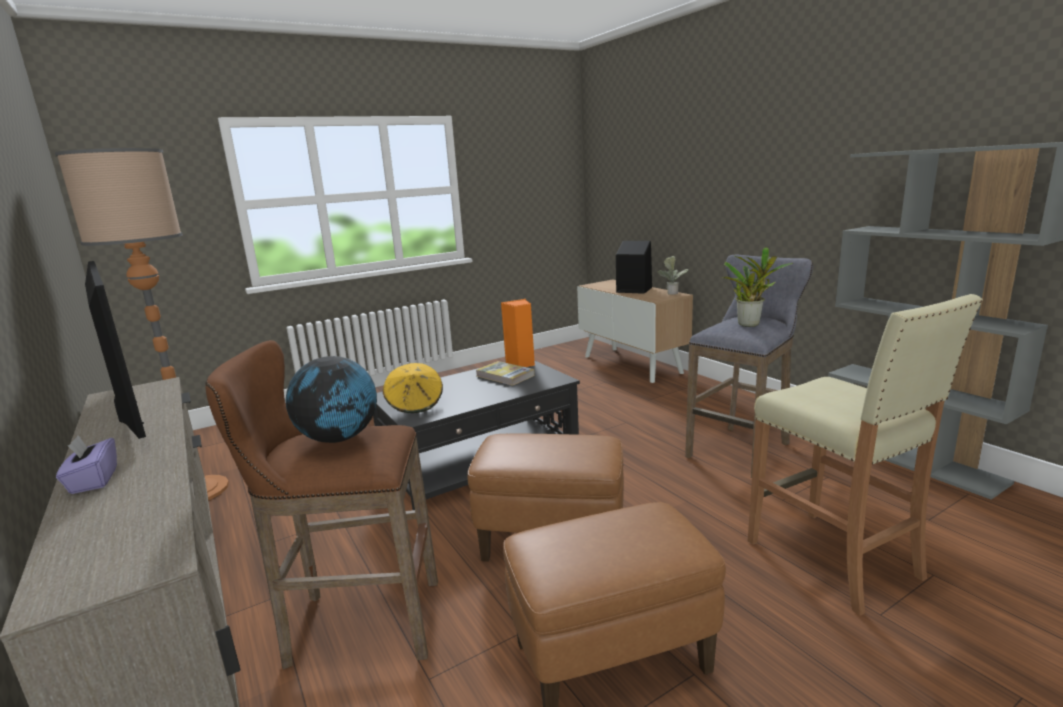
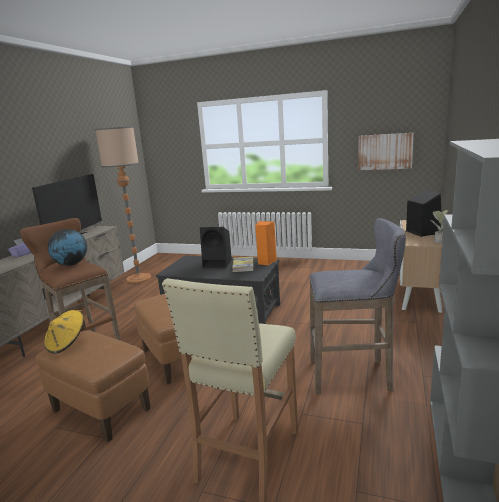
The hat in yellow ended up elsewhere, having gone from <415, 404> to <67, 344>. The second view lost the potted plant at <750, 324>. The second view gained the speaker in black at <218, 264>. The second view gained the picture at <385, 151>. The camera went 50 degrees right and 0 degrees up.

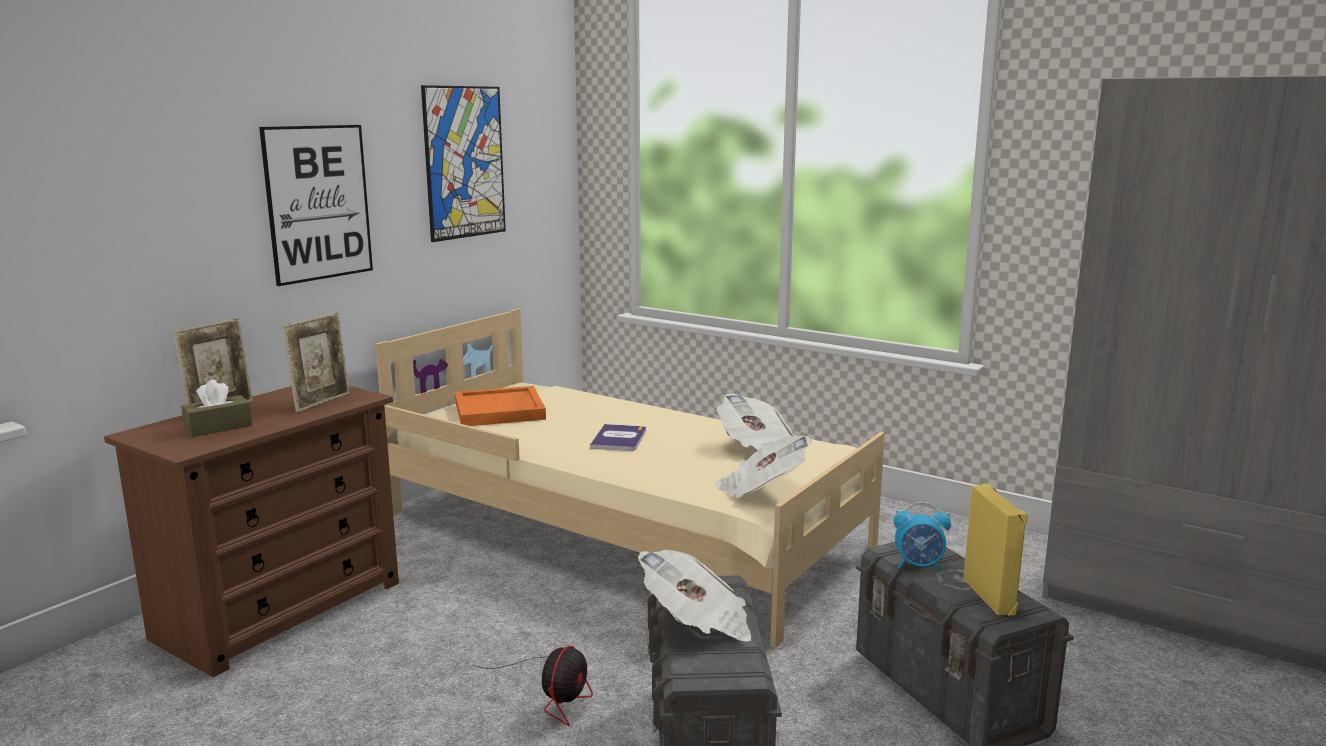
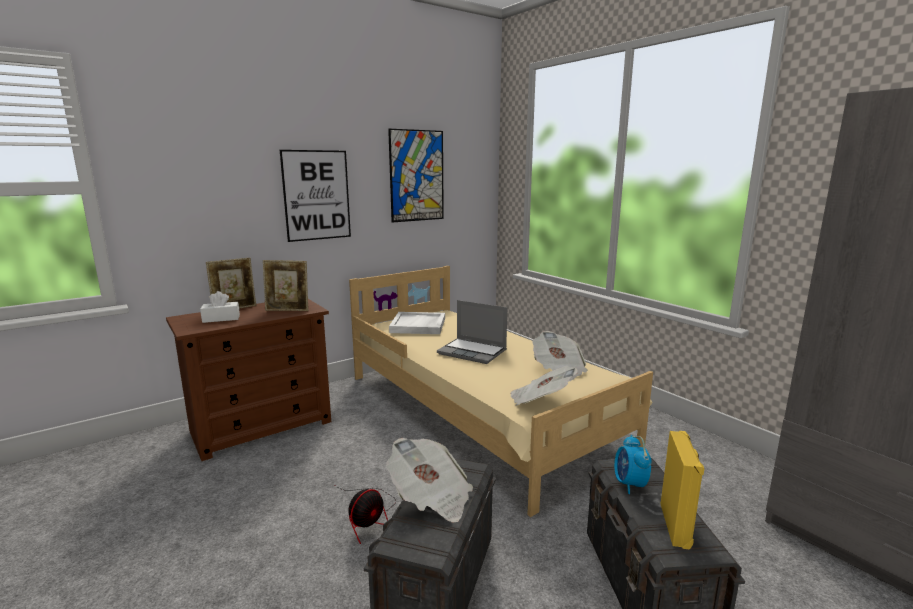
What was the tissue box in brown at <218, 427> turned into the tissue box in white at <221, 318>. The picture frame at <321, 402> ended up facing another way, 45 degrees clockwise from before. What was the tray in orange at <500, 410> turned into the tray in white at <418, 325>. Where the book stood at <619, 439>, the laptop came to stand at <473, 352>. The alarm clock at <919, 566> ended up facing another way, 60 degrees clockwise from before. The camera went 20 degrees right and 0 degrees up.

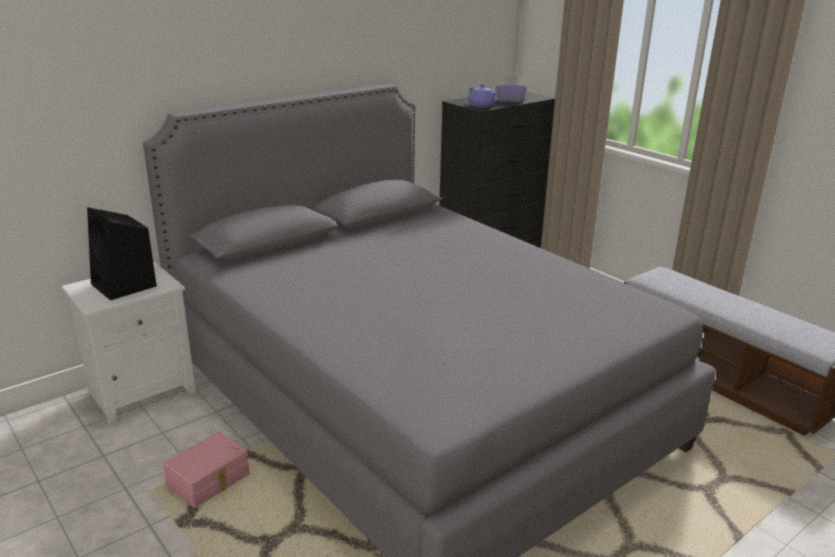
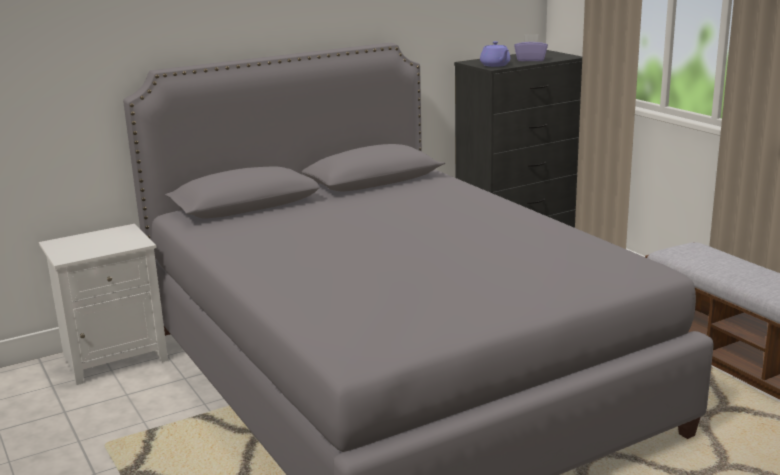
The second view lost the speaker in black at <125, 285>. The second view lost the storage box in pink at <210, 481>. The camera went 10 degrees right and 5 degrees down.

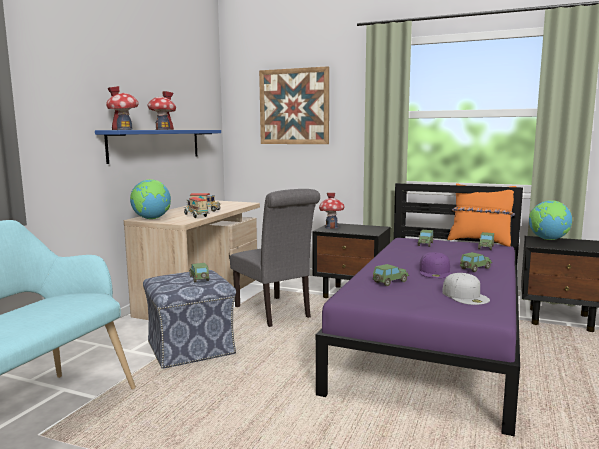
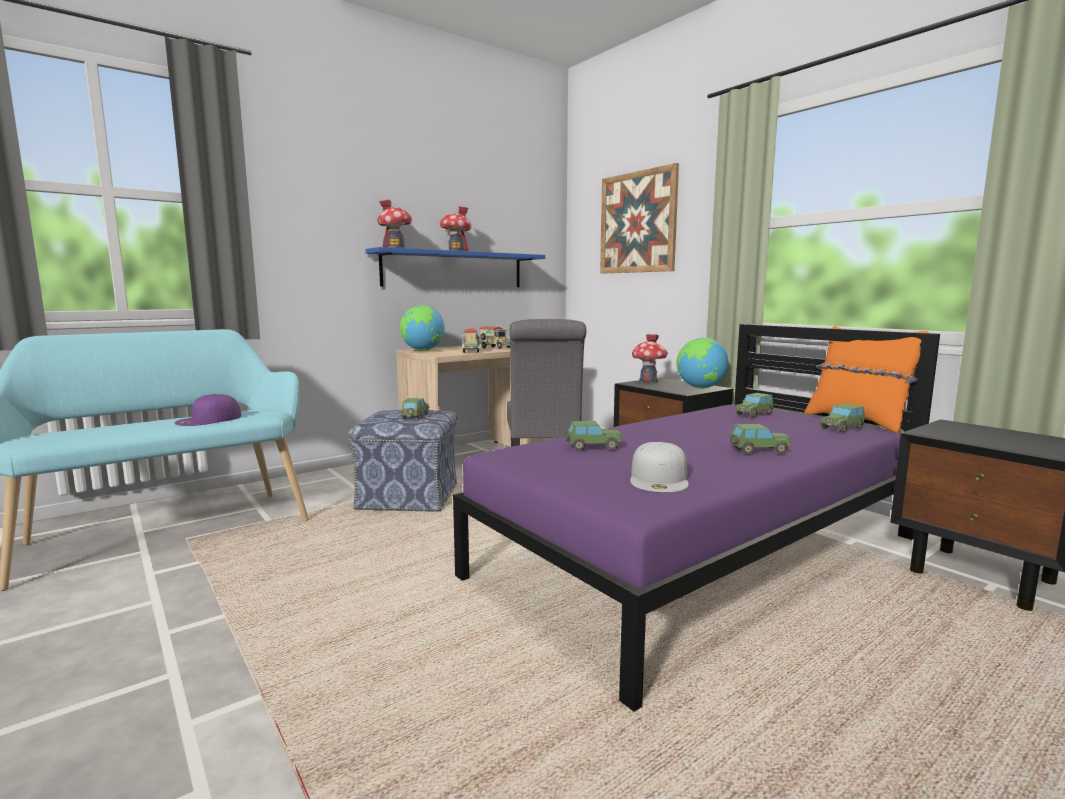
The cap in purple ended up elsewhere, having gone from <435, 272> to <208, 419>. The globe ended up elsewhere, having gone from <548, 239> to <700, 388>. The camera went 30 degrees right and 0 degrees up.

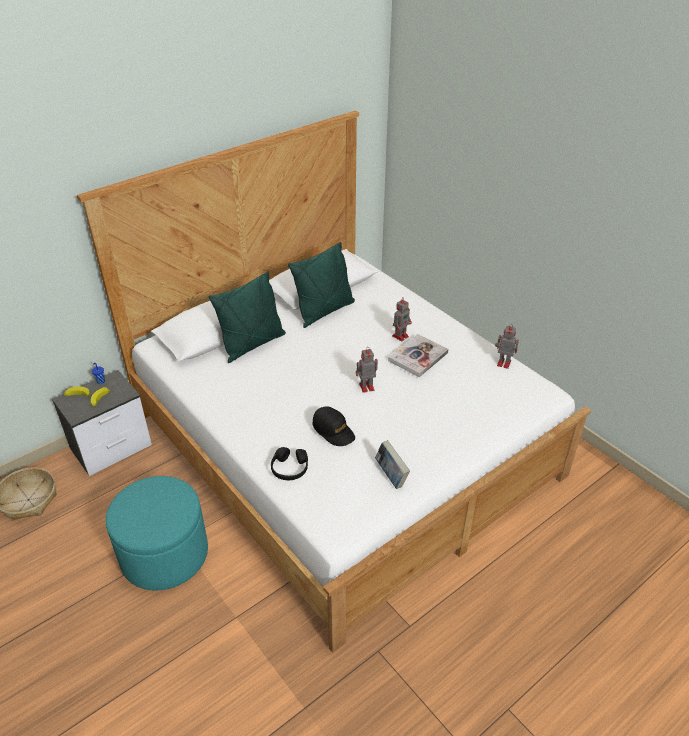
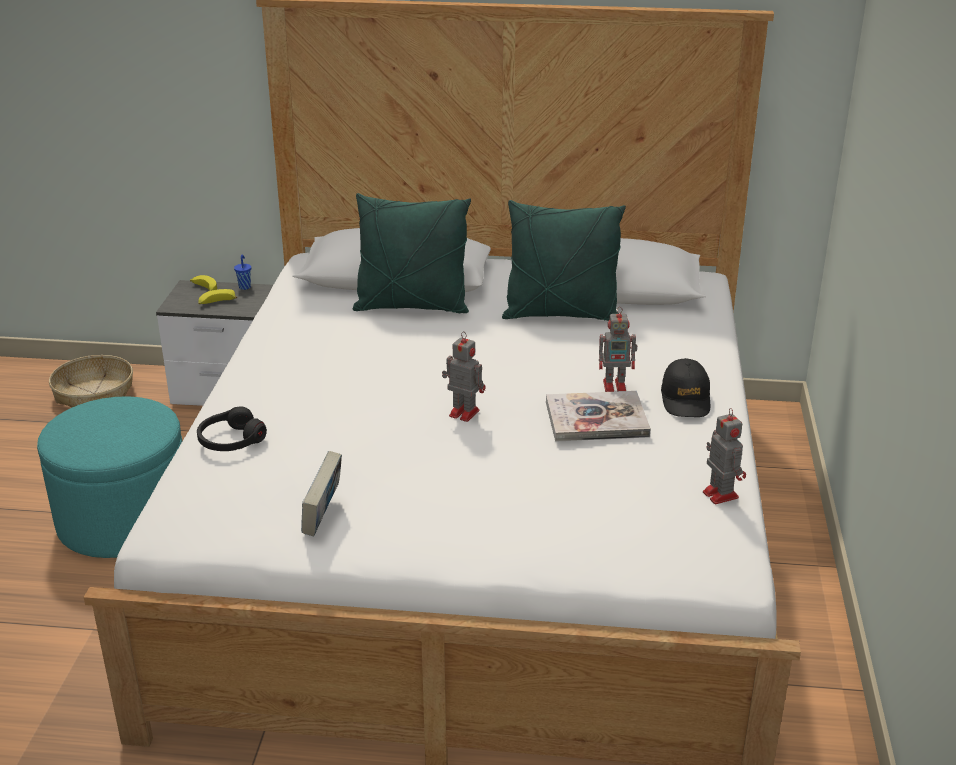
The cap in black ended up elsewhere, having gone from <333, 430> to <686, 399>. The camera went 45 degrees right and 10 degrees down.

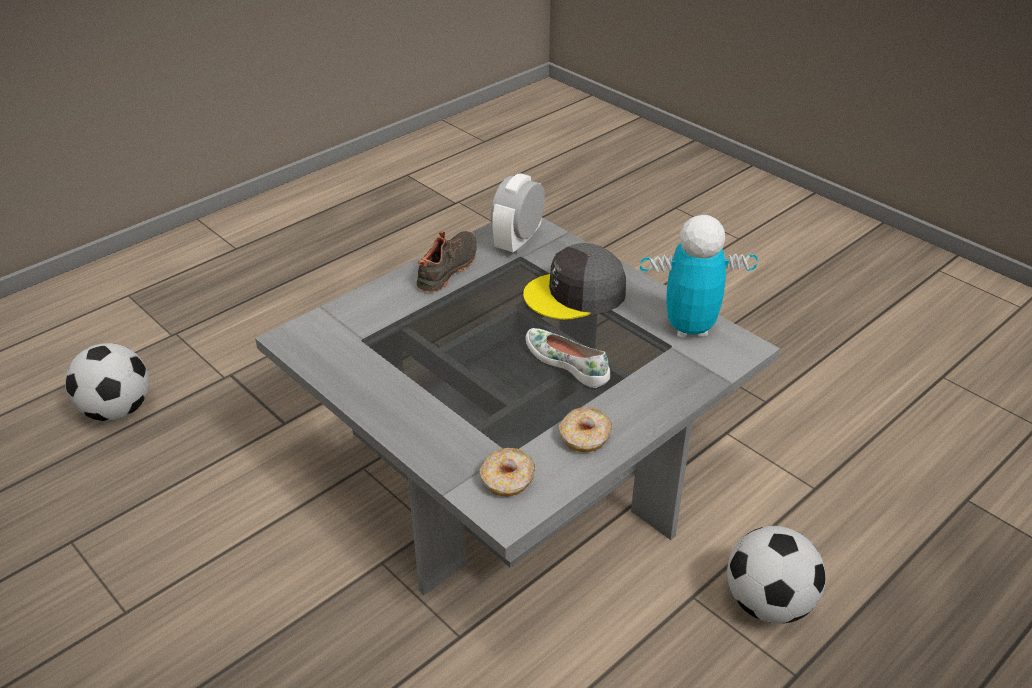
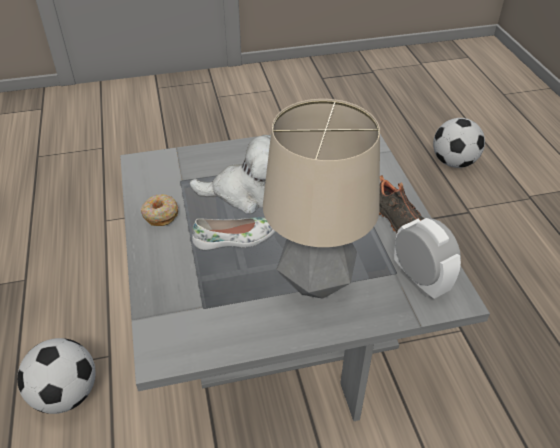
The second view lost the donut at <507, 480>. Where the cap in grey stood at <576, 294>, the table lamp came to stand at <315, 282>. The second view lost the toy robot at <689, 329>. The second view gained the plush toy at <245, 193>. The camera went 120 degrees right and 5 degrees up.

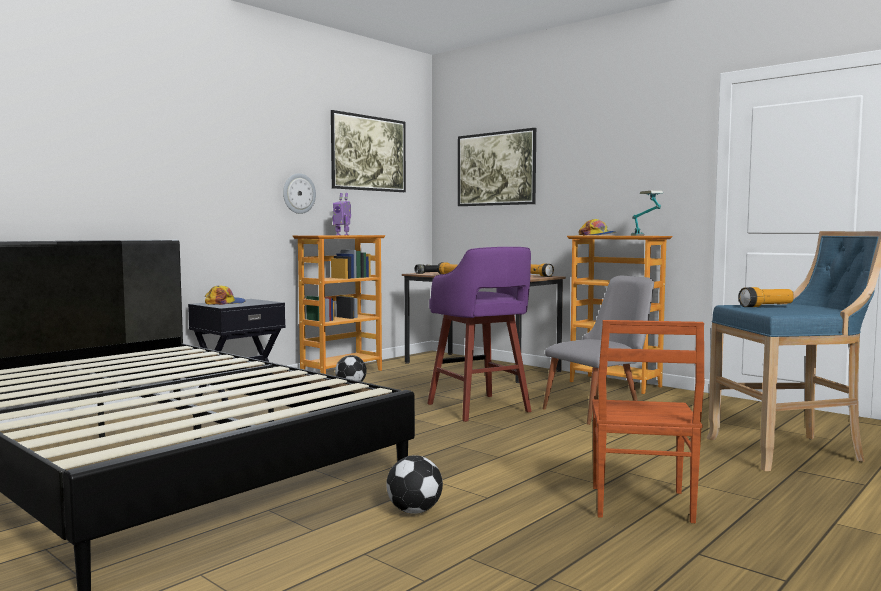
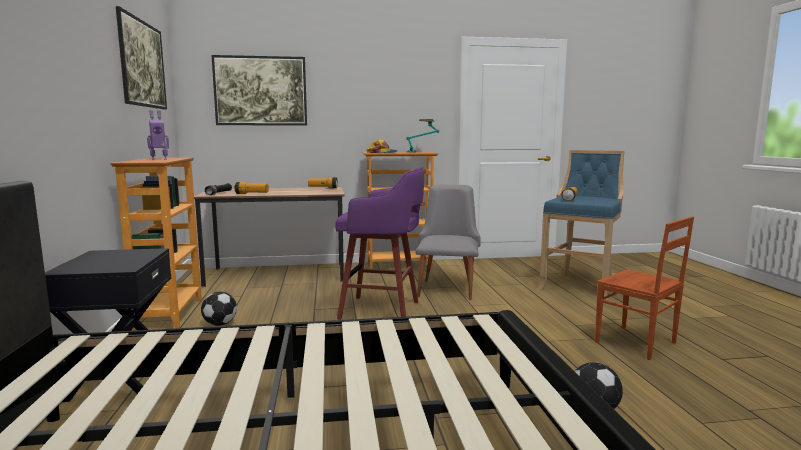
The second view lost the cap at <225, 303>. The second view lost the wall clock at <298, 193>. The camera went 50 degrees left and 5 degrees up.

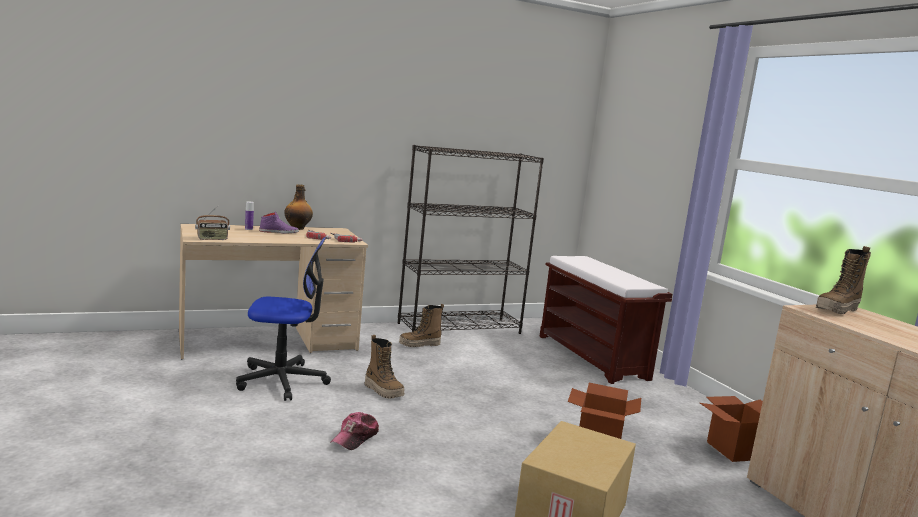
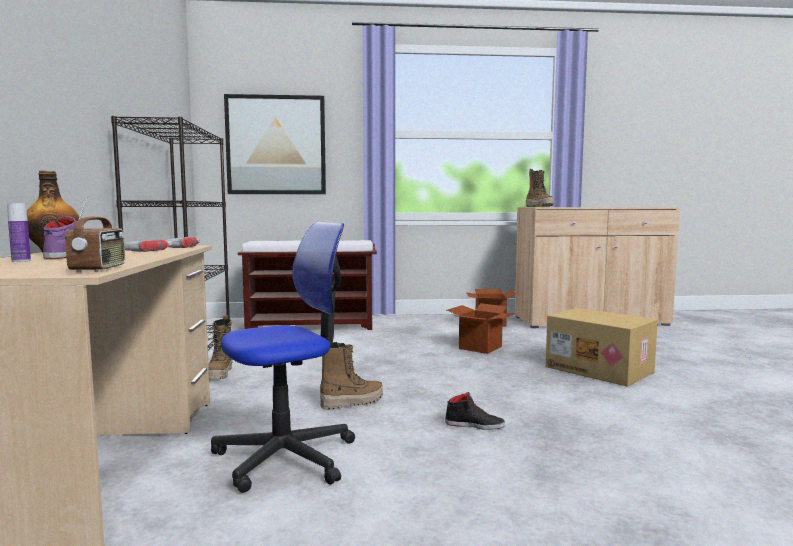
The office chair at <282, 381> ended up facing another way, 45 degrees clockwise from before. Where the cap stood at <355, 437>, the shoe in black came to stand at <474, 425>. The second view gained the picture at <276, 145>. The camera went 70 degrees left and 5 degrees down.

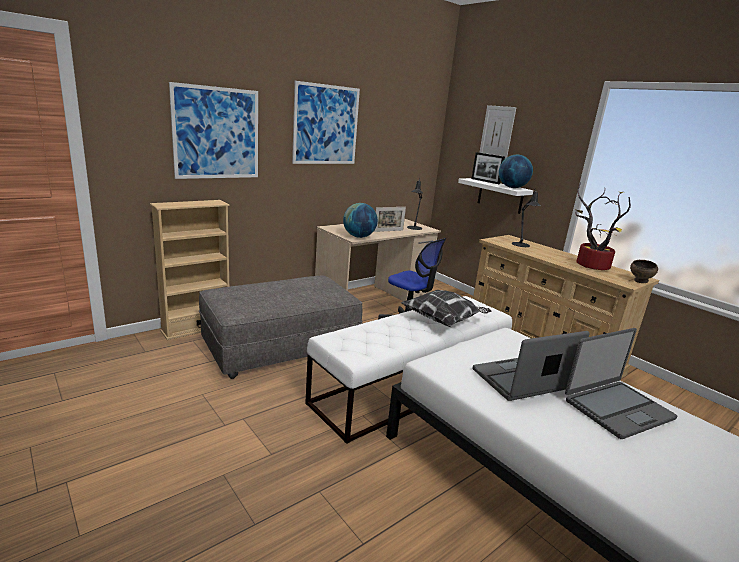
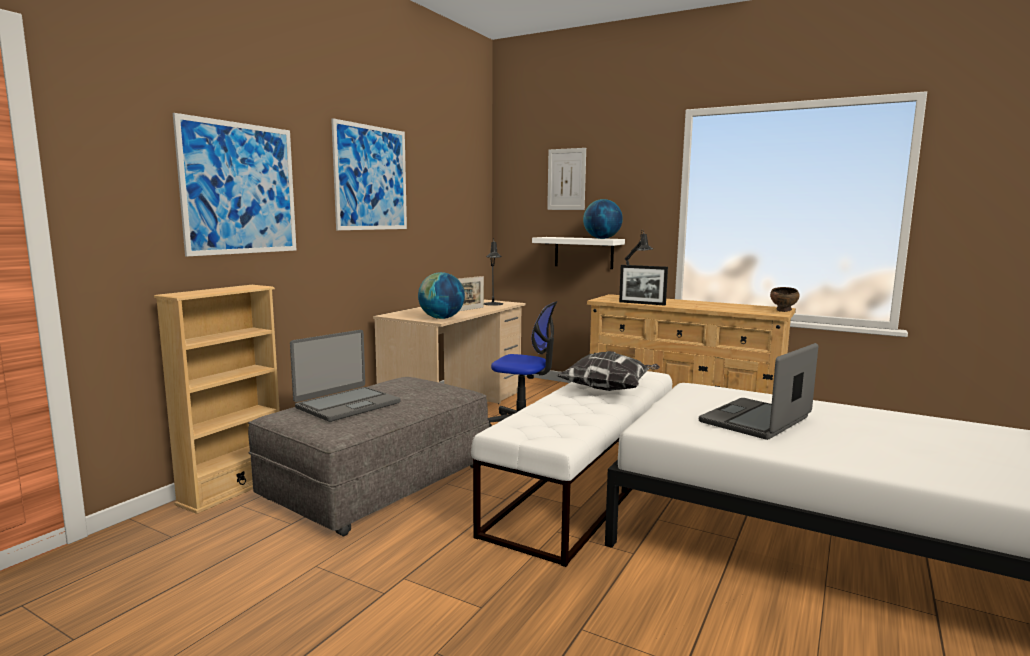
The picture frame ended up elsewhere, having gone from <485, 181> to <642, 303>. The laptop ended up elsewhere, having gone from <617, 408> to <347, 405>. The second view lost the potted plant at <589, 265>. The camera went 20 degrees left and 10 degrees down.

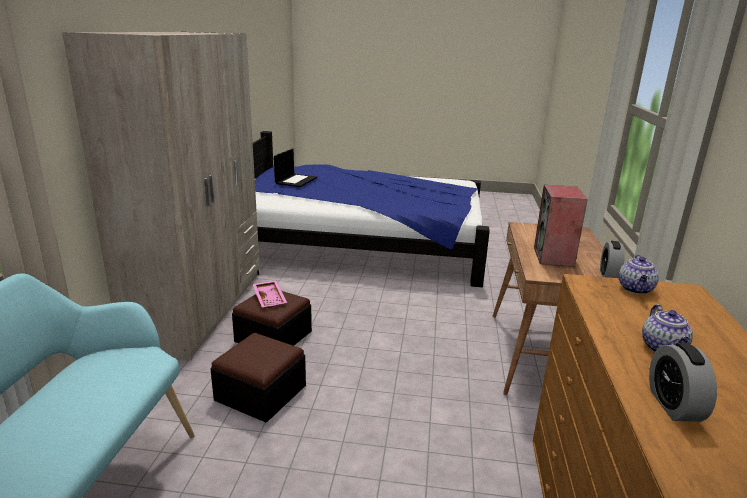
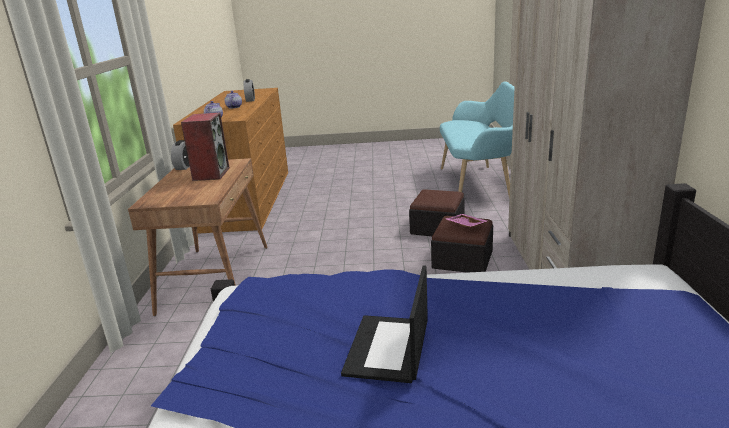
The laptop ended up elsewhere, having gone from <296, 180> to <388, 349>. The camera went 175 degrees right and 0 degrees up.

